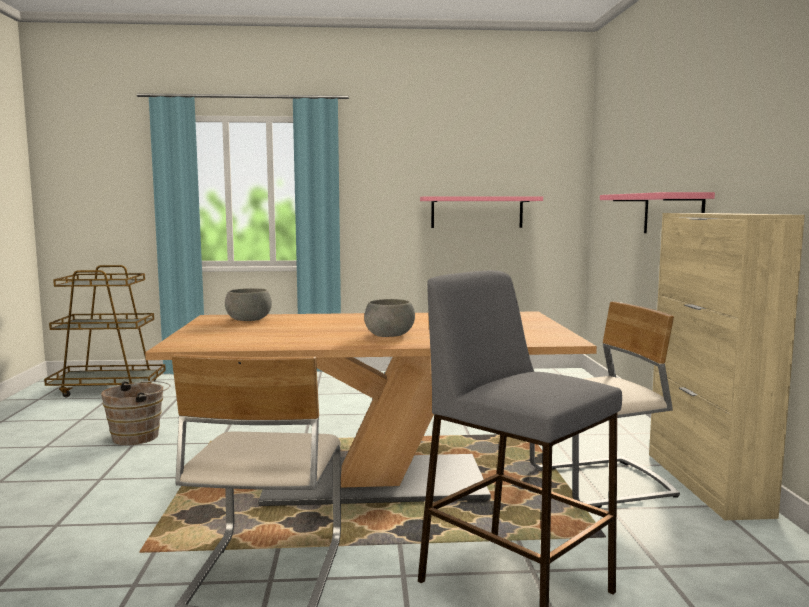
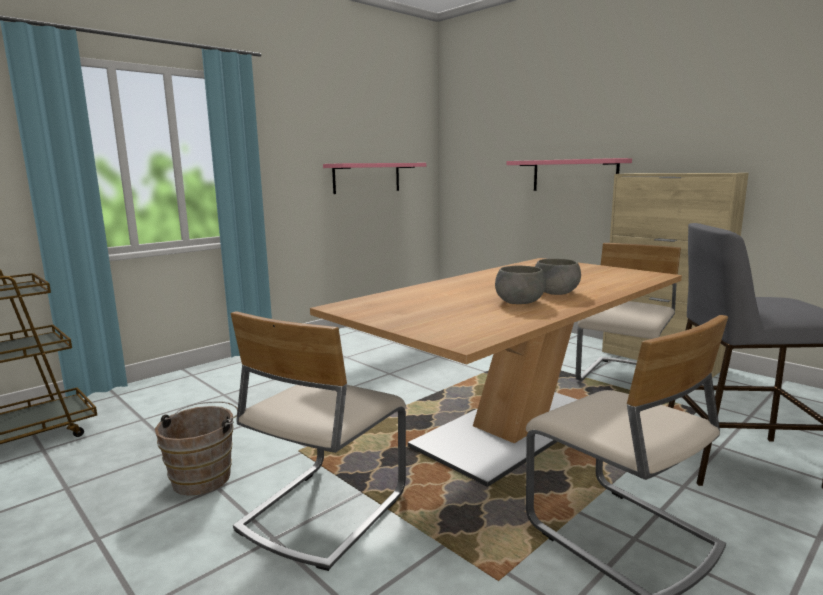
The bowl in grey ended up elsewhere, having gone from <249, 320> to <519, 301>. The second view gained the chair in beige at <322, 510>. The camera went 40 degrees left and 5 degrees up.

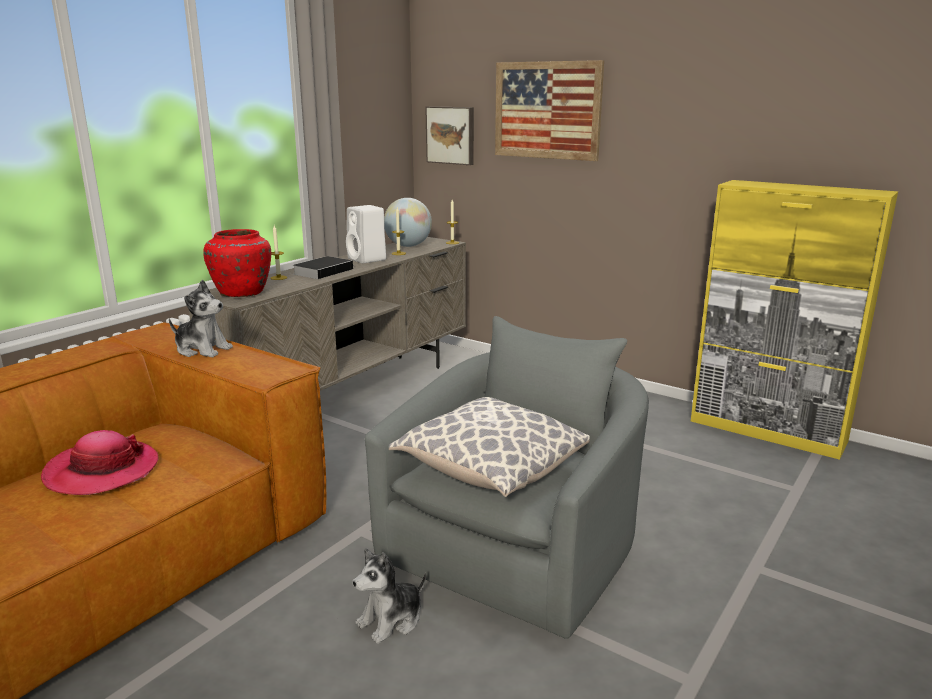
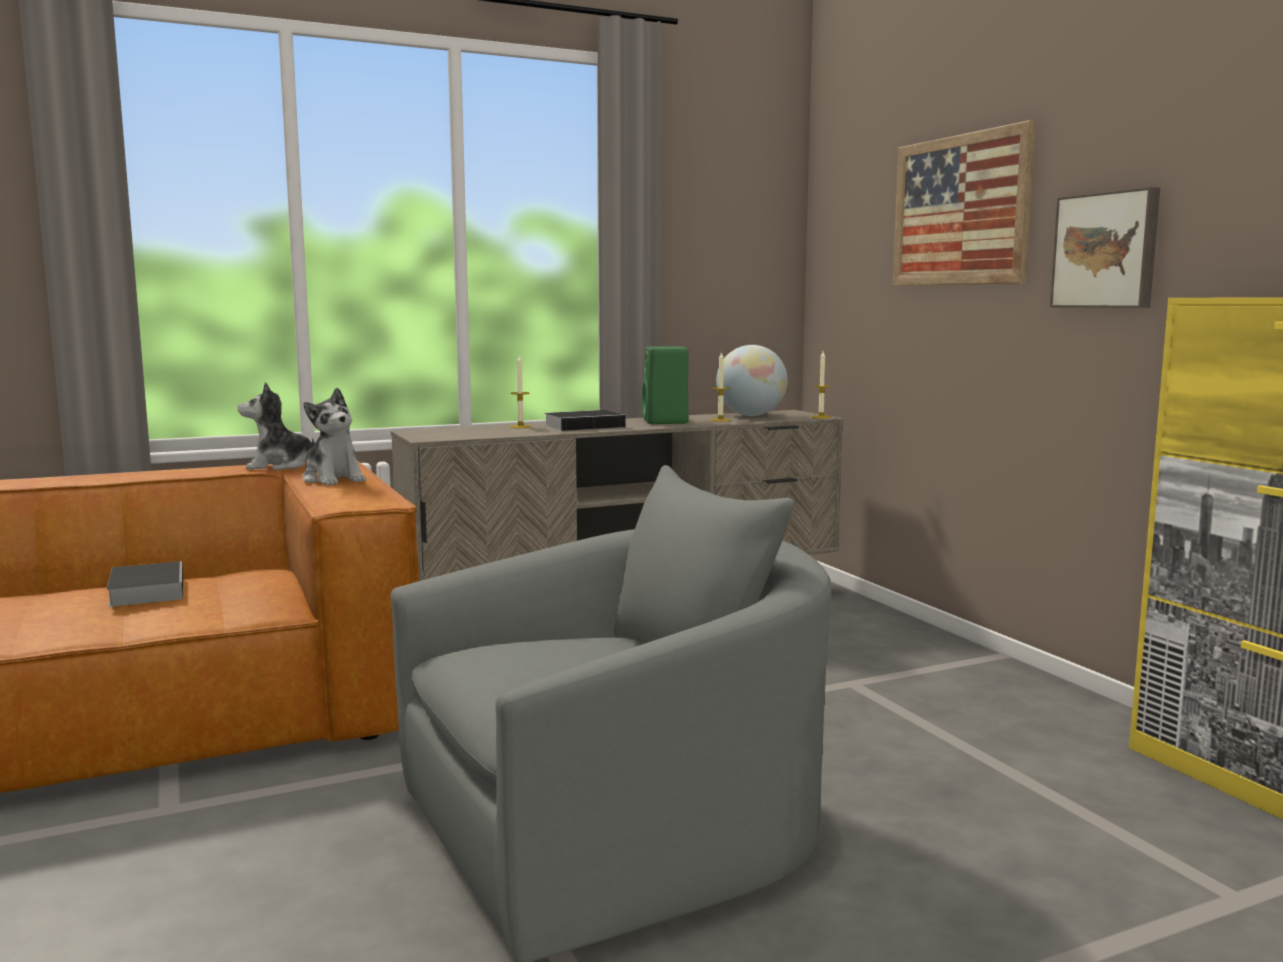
Where the hat stood at <102, 471>, the book came to stand at <146, 590>. The second view lost the vase in red at <243, 293>. What was the speaker in white at <368, 259> turned into the speaker in green at <666, 422>. The plush toy ended up elsewhere, having gone from <391, 620> to <280, 466>. The second view lost the pillow at <490, 470>. The picture ended up elsewhere, having gone from <451, 135> to <1107, 250>. The camera went 30 degrees right and 10 degrees down.

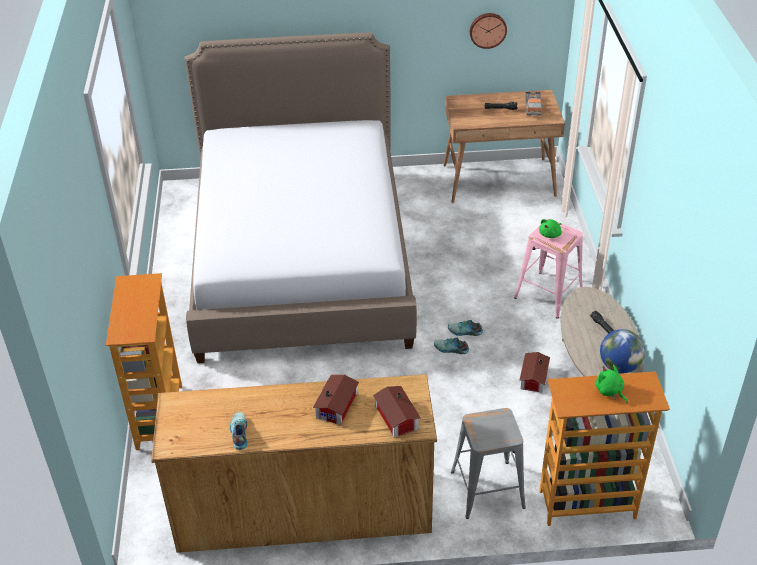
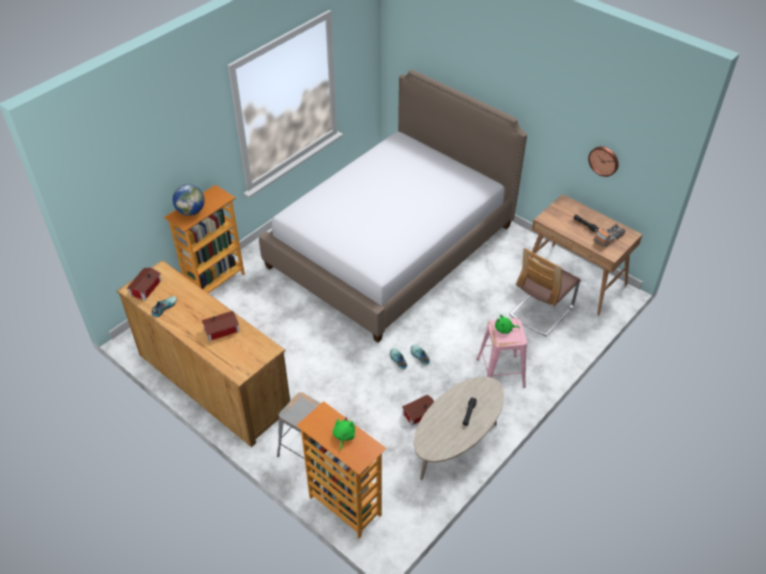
The toy house ended up elsewhere, having gone from <396, 418> to <144, 288>. The globe ended up elsewhere, having gone from <619, 366> to <191, 211>. The second view gained the chair at <541, 311>. The camera went 45 degrees right and 5 degrees up.

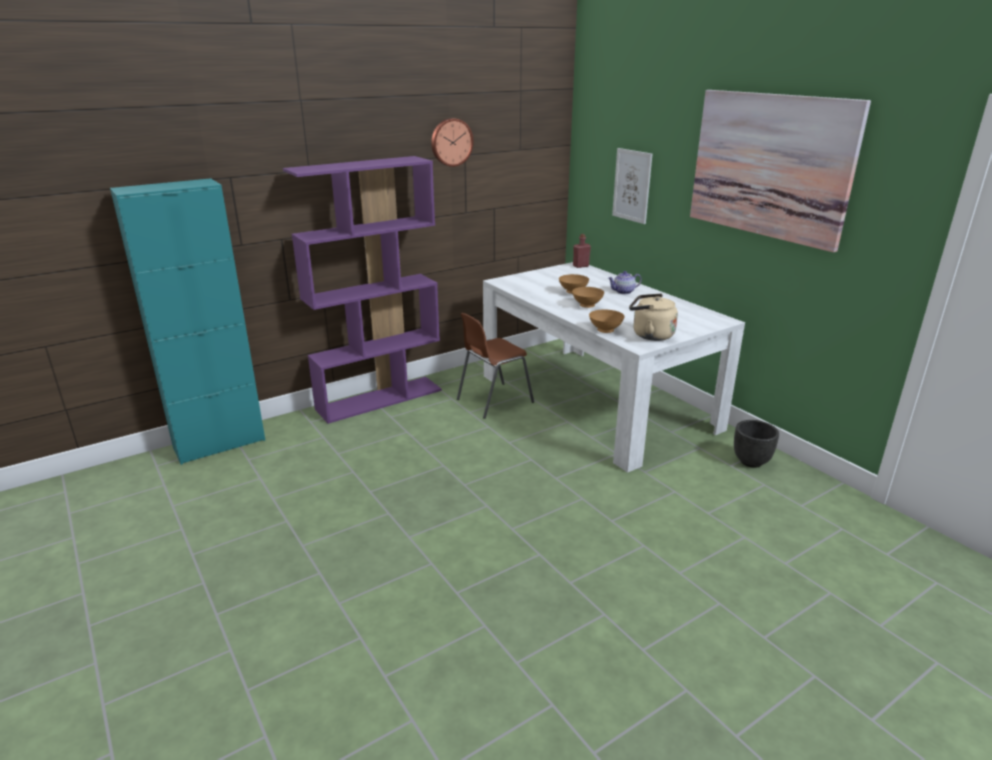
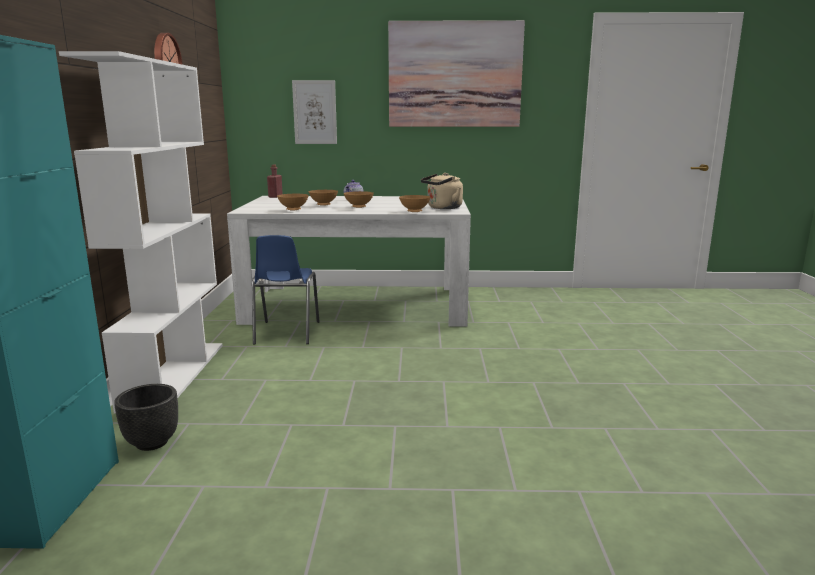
What was the bookcase in purple at <380, 399> turned into the bookcase in white at <174, 375>. What was the chair in brown at <493, 401> turned into the chair in blue at <286, 333>. The planter in black ended up elsewhere, having gone from <751, 462> to <152, 442>. The second view gained the bowl in brown at <293, 210>. The camera went 55 degrees left and 10 degrees down.

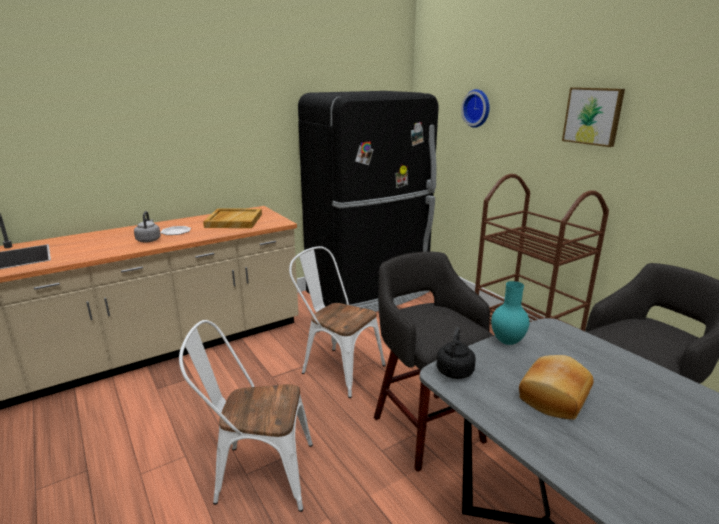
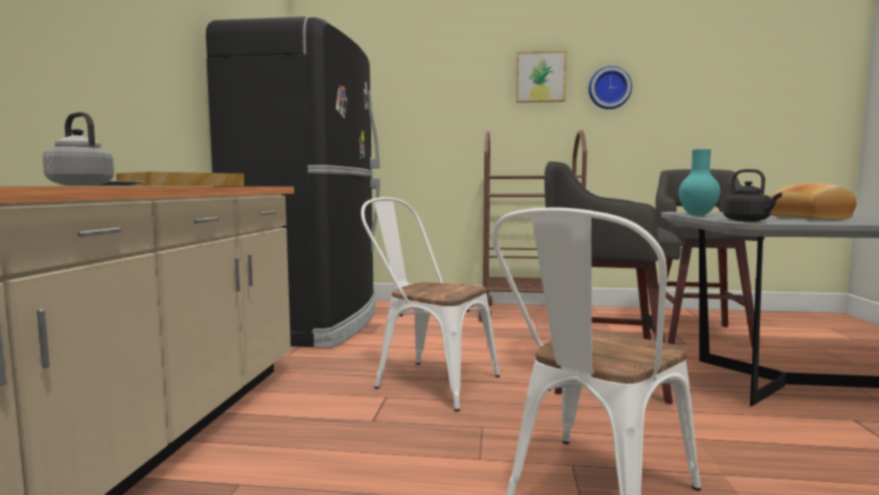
The chair in white at <337, 368> ended up facing another way, 45 degrees clockwise from before. The wall clock ended up elsewhere, having gone from <477, 108> to <609, 88>. The camera went 50 degrees left and 15 degrees down.

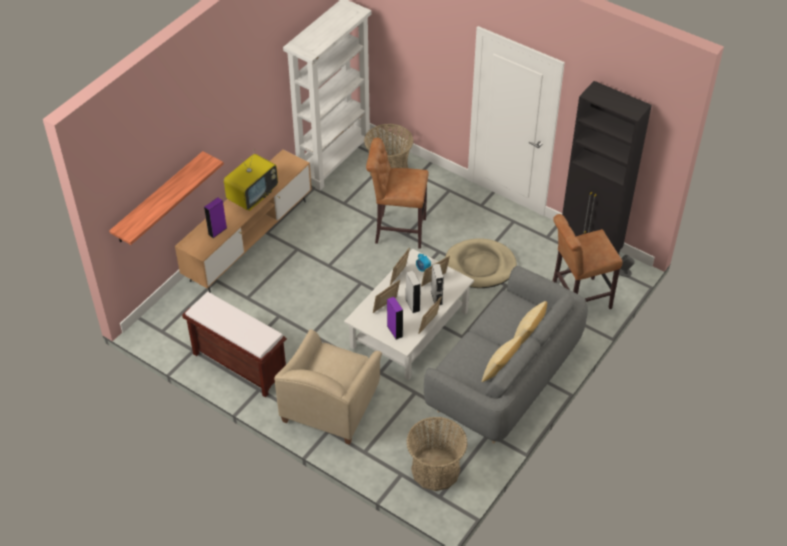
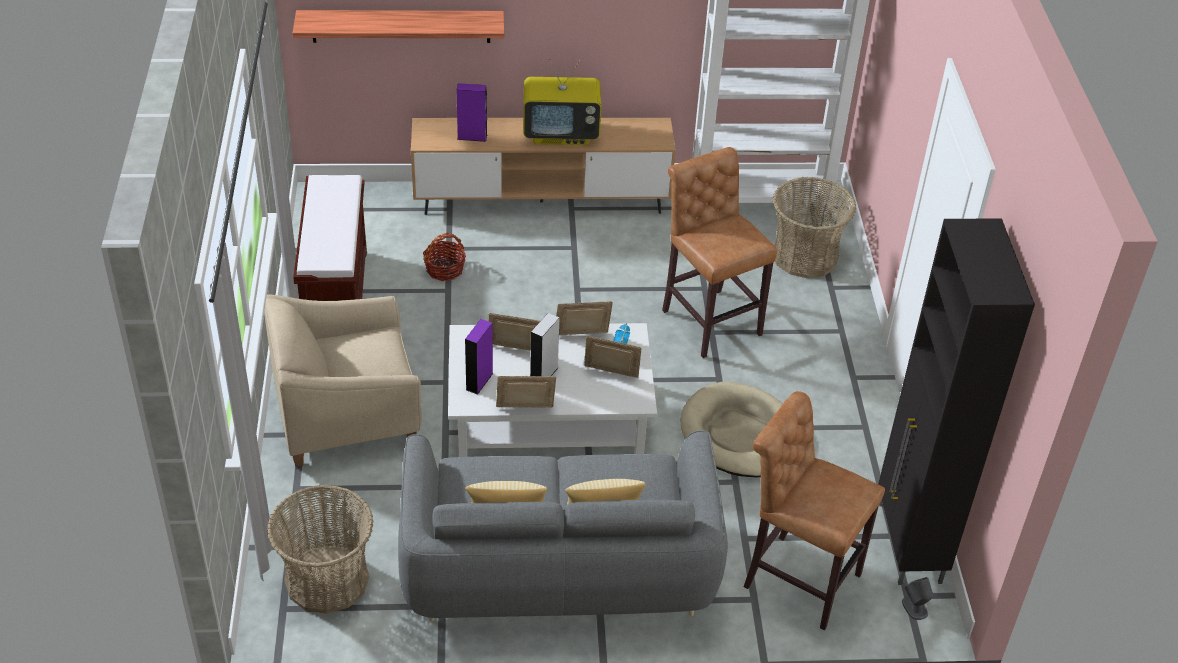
The second view lost the speaker in grey at <436, 298>. The second view gained the basket at <444, 269>. The camera went 50 degrees right and 5 degrees down.

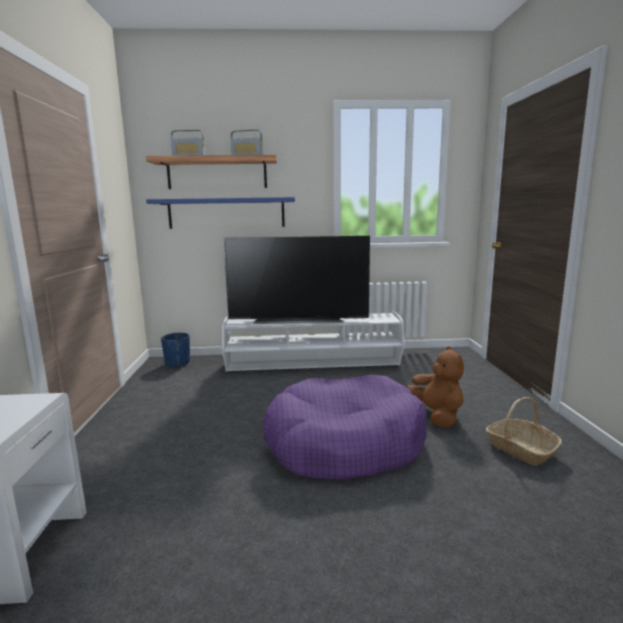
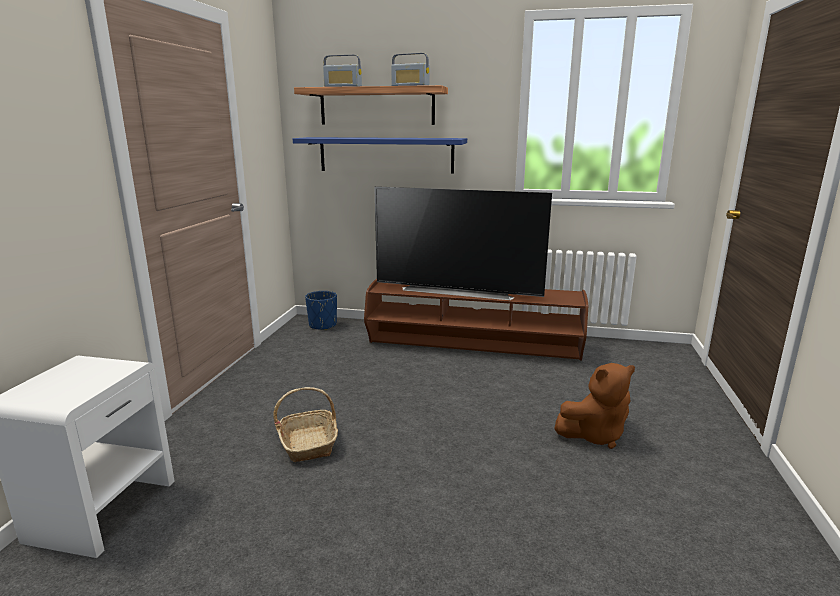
What was the tv stand in white at <313, 364> turned into the tv stand in brown at <473, 346>. The second view lost the dog bed in purple at <344, 443>. The plush toy in brown at <436, 415> ended up facing another way, 75 degrees clockwise from before. The basket ended up elsewhere, having gone from <520, 449> to <308, 443>. The camera went 15 degrees right and 5 degrees up.

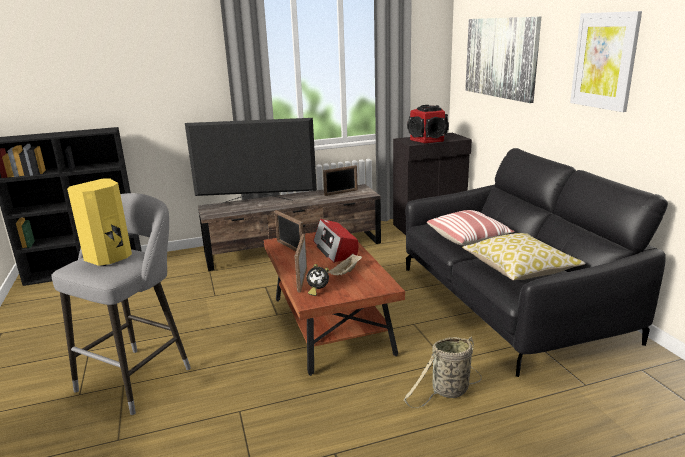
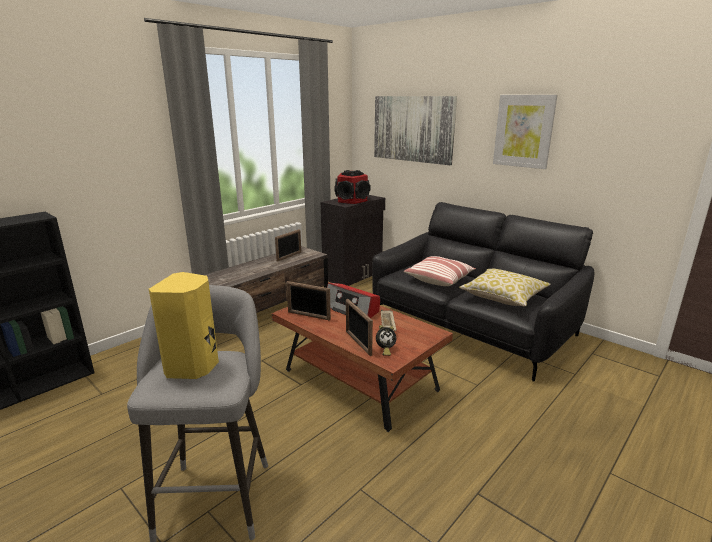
The second view lost the television at <257, 201>. The second view lost the basket at <448, 391>. The camera went 30 degrees left and 0 degrees up.

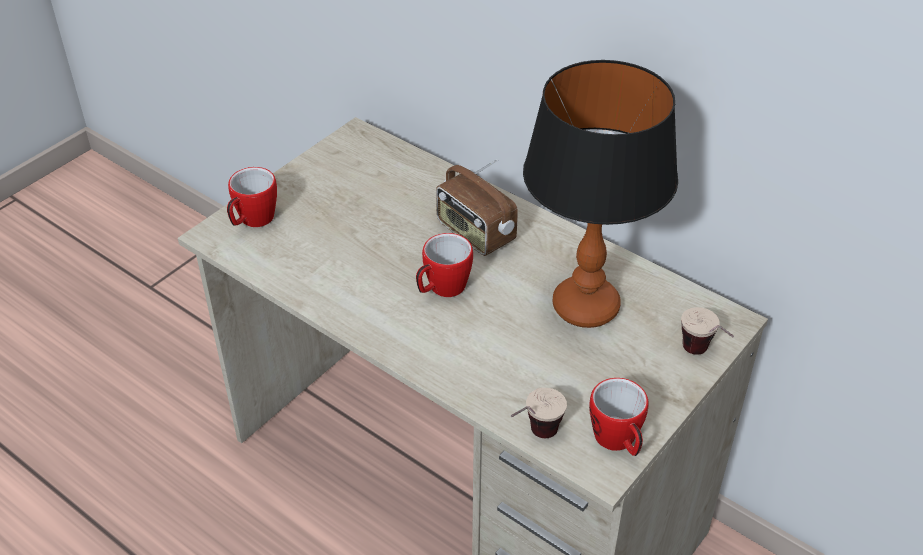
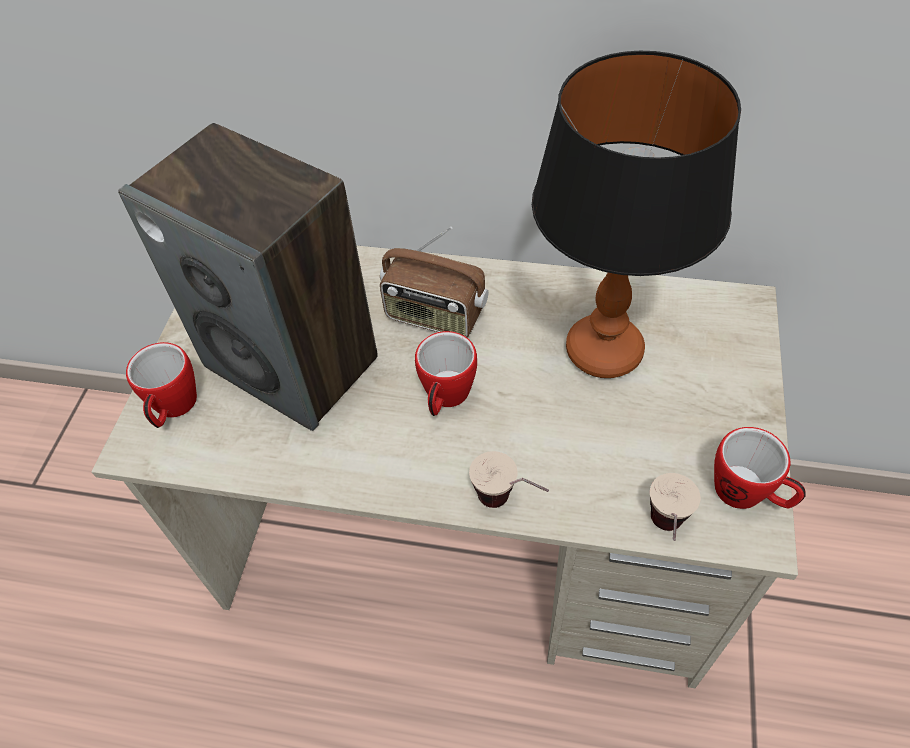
The cup ended up elsewhere, having gone from <703, 356> to <508, 504>. The second view gained the speaker at <293, 362>. The camera went 25 degrees left and 10 degrees up.

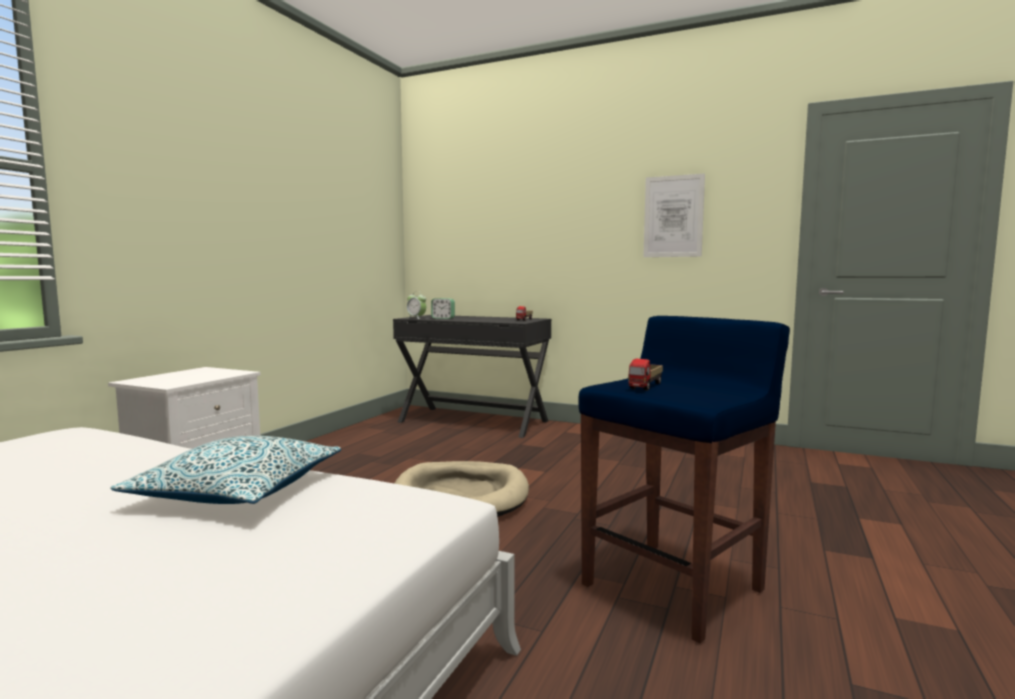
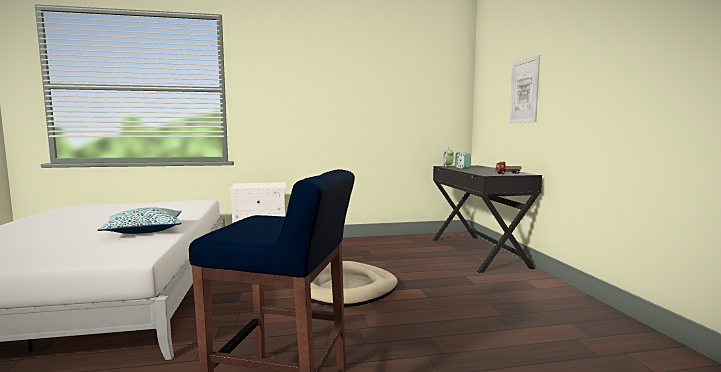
The second view lost the toy truck at <646, 386>. The picture ended up elsewhere, having gone from <673, 216> to <524, 91>. The camera went 55 degrees right and 0 degrees up.

